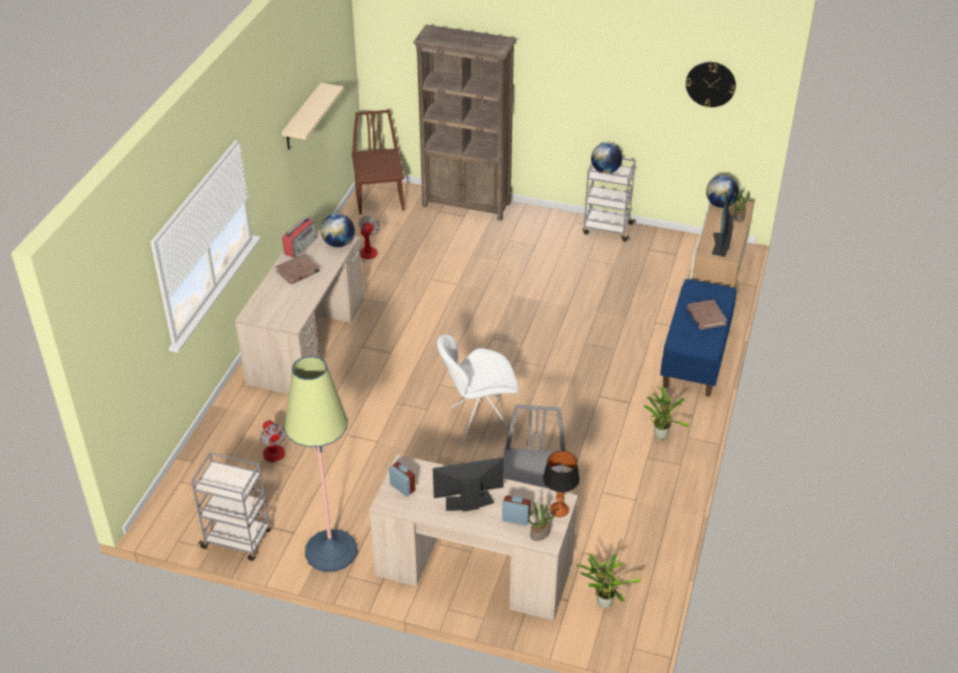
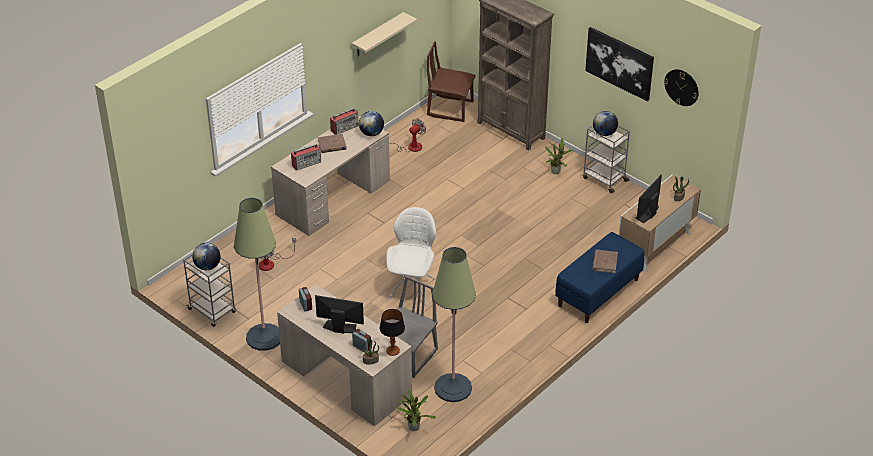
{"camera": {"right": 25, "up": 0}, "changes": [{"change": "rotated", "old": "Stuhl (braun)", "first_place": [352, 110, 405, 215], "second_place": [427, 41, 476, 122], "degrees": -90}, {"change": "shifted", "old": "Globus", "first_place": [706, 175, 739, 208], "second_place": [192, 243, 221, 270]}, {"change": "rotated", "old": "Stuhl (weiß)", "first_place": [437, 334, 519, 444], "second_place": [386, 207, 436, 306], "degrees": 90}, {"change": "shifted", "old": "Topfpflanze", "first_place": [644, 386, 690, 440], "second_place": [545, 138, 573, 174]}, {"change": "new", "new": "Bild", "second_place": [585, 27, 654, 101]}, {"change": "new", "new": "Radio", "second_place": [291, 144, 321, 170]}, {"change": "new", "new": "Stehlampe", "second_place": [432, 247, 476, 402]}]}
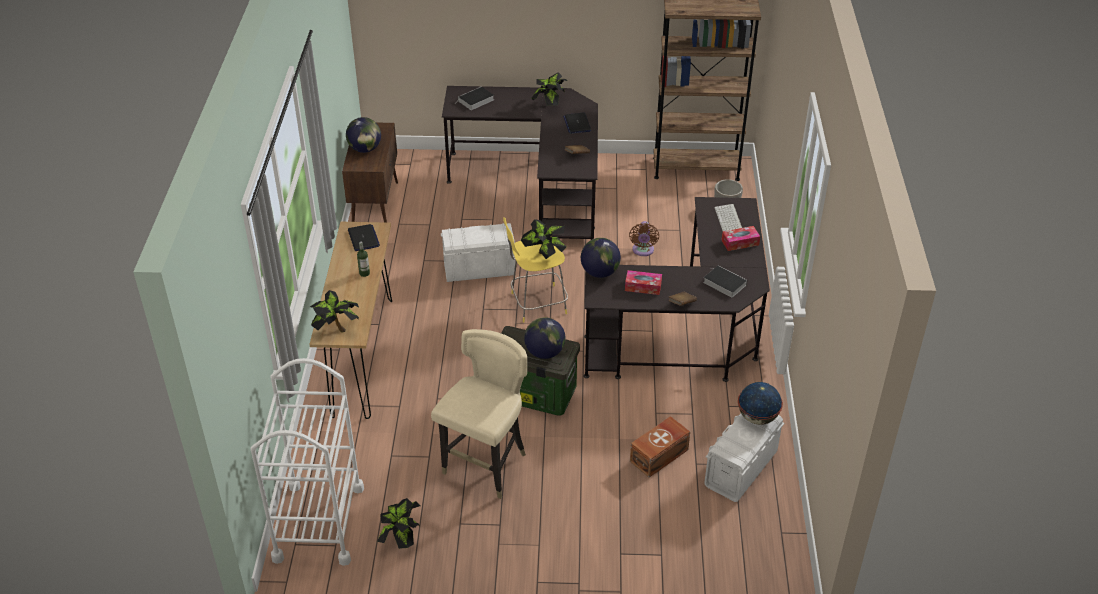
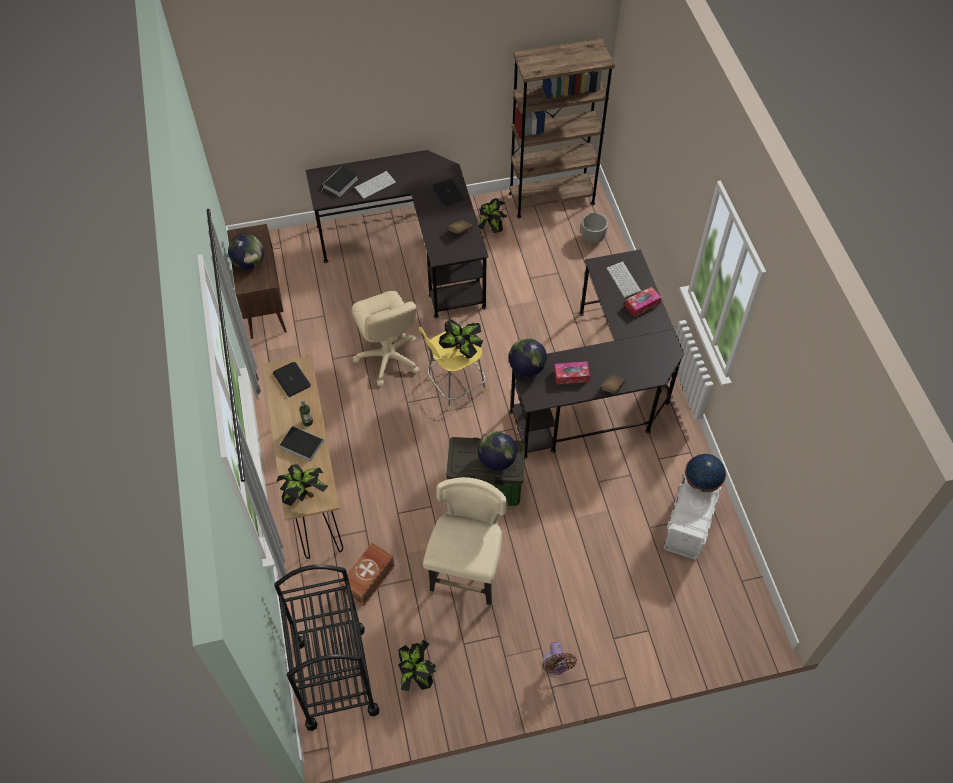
{"camera": {"right": -15, "up": 15}, "changes": [{"change": "shifted", "old": "Topfpflanze", "first_place": [531, 72, 567, 106], "second_place": [479, 198, 507, 233]}, {"change": "shifted", "old": "Ventilator (braun)", "first_place": [629, 221, 659, 256], "second_place": [542, 641, 577, 675]}, {"change": "swapped", "old": "Aufbewahrungsbox (weiß)", "new": "Bürostuhl (beige)", "first_place": [441, 223, 515, 282], "second_place": [351, 291, 420, 386]}, {"change": "shifted", "old": "Buch", "first_place": [703, 265, 747, 298], "second_place": [280, 426, 324, 462]}, {"change": "repainted", "old": "Rollwagen (weiß)", "new": "Rollwagen (schwarz)", "first_place": [251, 358, 364, 566], "second_place": [274, 565, 379, 731]}, {"change": "shifted", "old": "Aufbewahrungsbox (braun)", "first_place": [630, 416, 690, 477], "second_place": [340, 543, 395, 606]}, {"change": "new", "new": "Tastatur", "second_place": [354, 171, 396, 199]}]}
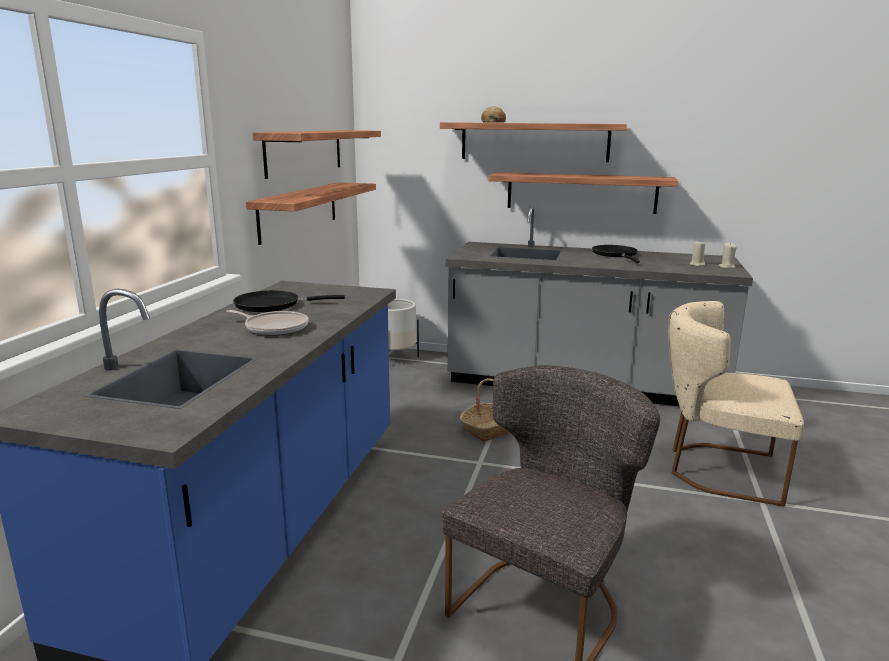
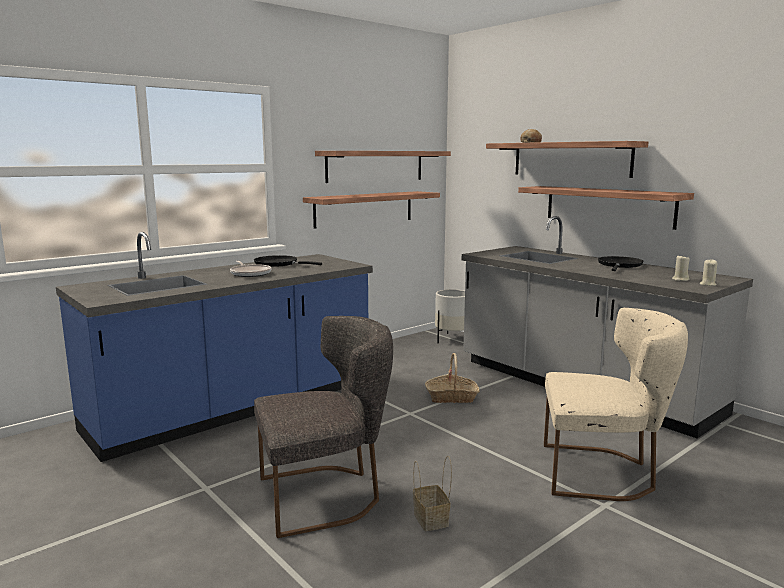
{"camera": {"right": 35, "up": -5}, "changes": [{"change": "rotated", "old": "Stuhl (beige)", "first_place": [668, 301, 804, 507], "second_place": [544, 308, 688, 501], "degrees": 135}, {"change": "new", "new": "Korb", "second_place": [413, 455, 452, 531]}]}
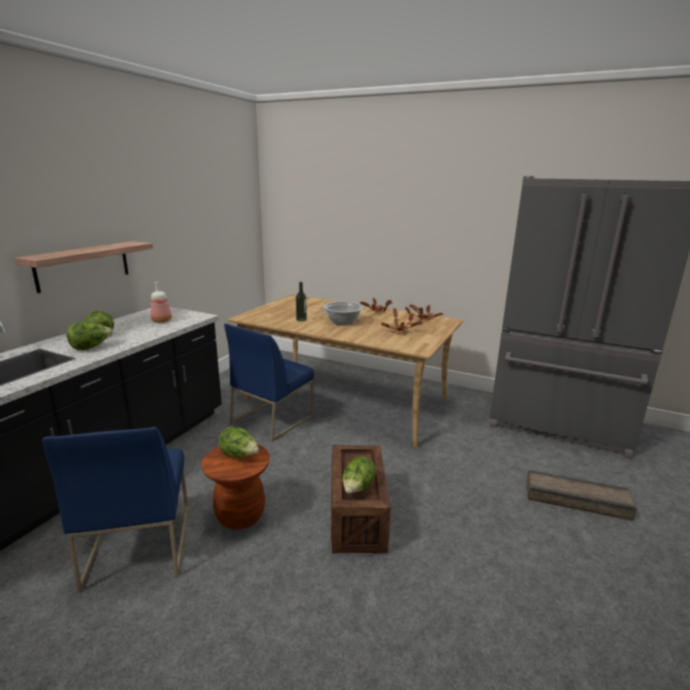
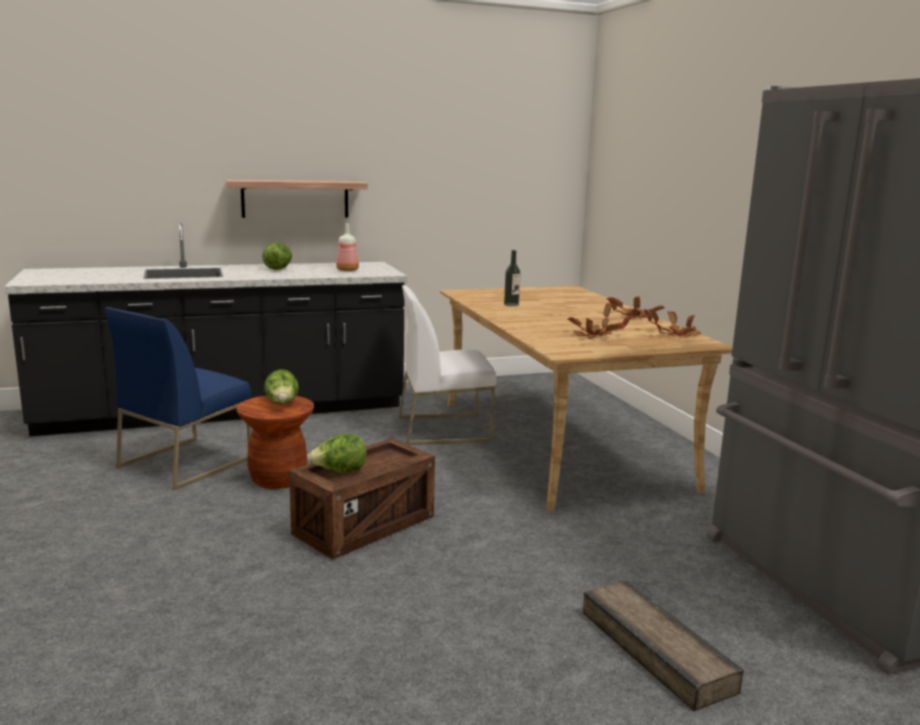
{"camera": {"right": 45, "up": -5}, "changes": [{"change": "gone", "old": "Kochtopf", "first_place": [320, 301, 366, 325]}, {"change": "gone", "old": "Salatkopf", "first_place": [66, 322, 113, 350]}, {"change": "repainted", "old": "Stuhl (blau)", "new": "Stuhl (weiß)", "first_place": [224, 324, 314, 442], "second_place": [399, 285, 496, 445]}]}
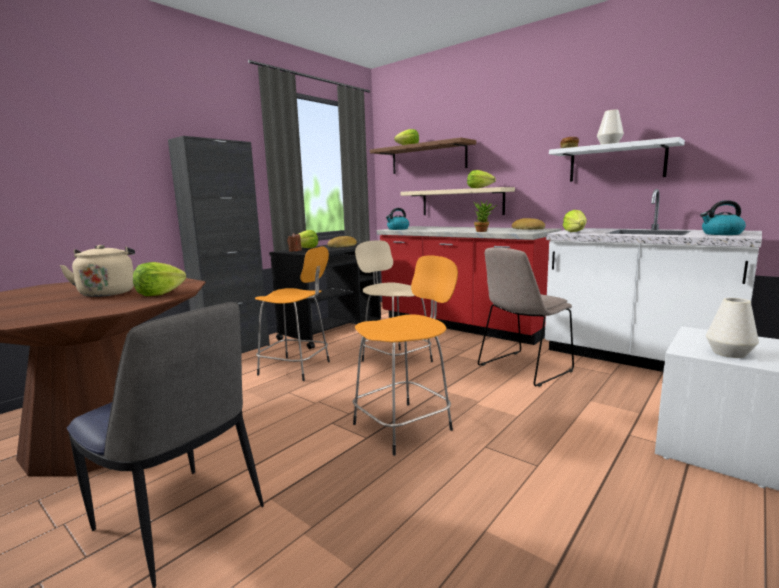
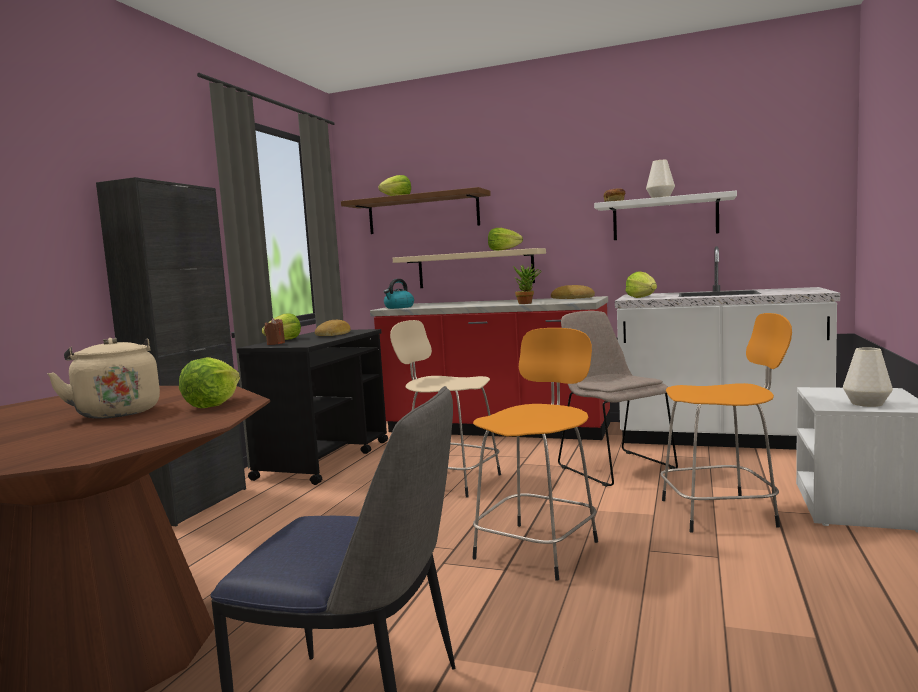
{"camera": {"right": -20, "up": -5}, "changes": [{"change": "gone", "old": "Wasserkessel", "first_place": [700, 200, 746, 235]}, {"change": "shifted", "old": "Hocker (orange)", "first_place": [255, 246, 330, 381], "second_place": [660, 313, 792, 533]}, {"change": "rotated", "old": "Stuhl (beige)", "first_place": [478, 247, 574, 387], "second_place": [558, 311, 678, 487], "degrees": 120}]}
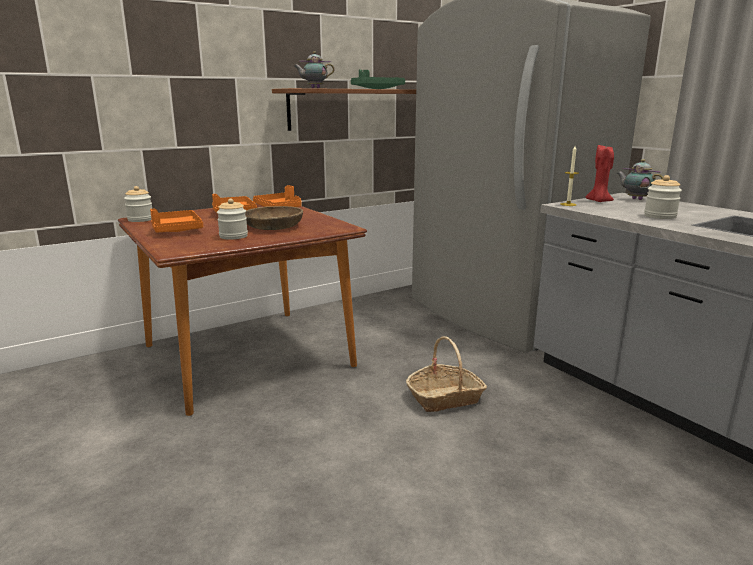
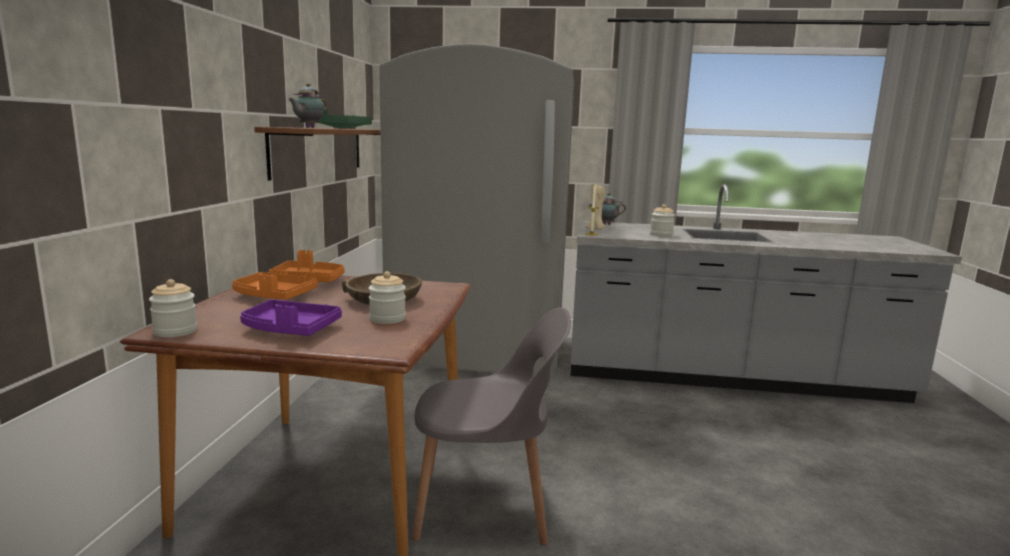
{"camera": {"right": -50, "up": -5}, "changes": [{"change": "repainted", "old": "Kerze (rot)", "new": "Kerze (beige)", "first_place": [586, 145, 614, 202], "second_place": [585, 184, 606, 230]}, {"change": "repainted", "old": "Tablett (orange)", "new": "Tablett (lila)", "first_place": [150, 209, 203, 233], "second_place": [240, 300, 342, 336]}, {"change": "gone", "old": "Korb", "first_place": [406, 336, 487, 412]}, {"change": "new", "new": "Stuhl (grau)", "second_place": [412, 307, 571, 545]}]}
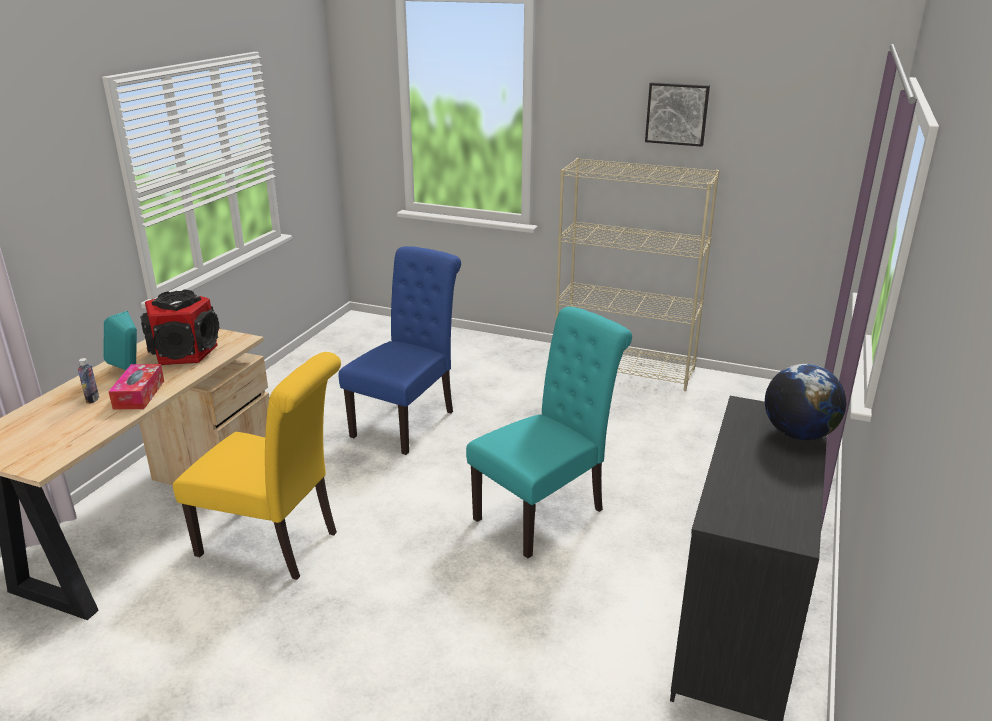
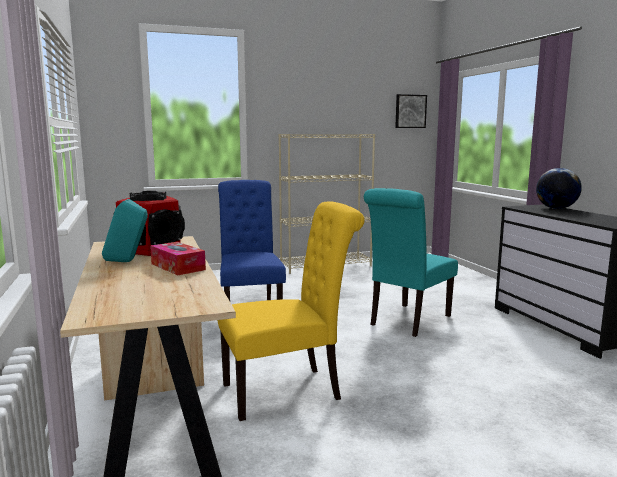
{"camera": {"right": -40, "up": -15}, "changes": [{"change": "shifted", "old": "Bild", "first_place": [645, 82, 710, 147], "second_place": [395, 94, 427, 128]}, {"change": "rotated", "old": "Stuhl (türkis)", "first_place": [466, 306, 632, 558], "second_place": [364, 188, 458, 337], "degrees": -150}, {"change": "gone", "old": "Flasche", "first_place": [78, 358, 99, 404]}]}
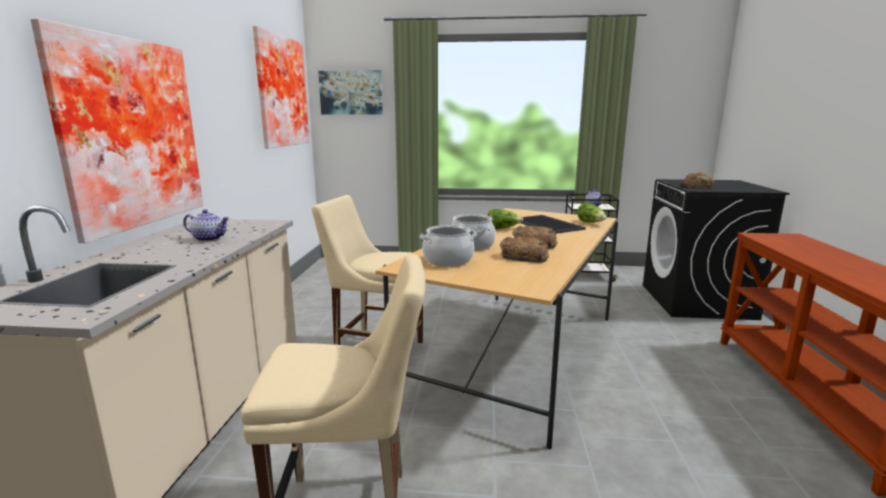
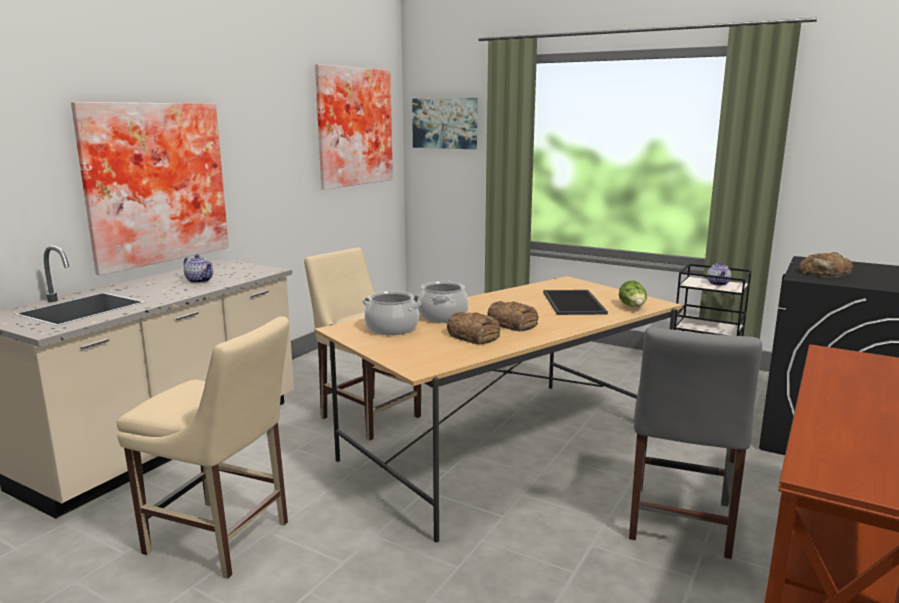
{"camera": {"right": 25, "up": 0}, "changes": [{"change": "gone", "old": "Salatkopf", "first_place": [488, 209, 523, 229]}, {"change": "new", "new": "Stuhl (grau)", "second_place": [629, 327, 762, 559]}]}
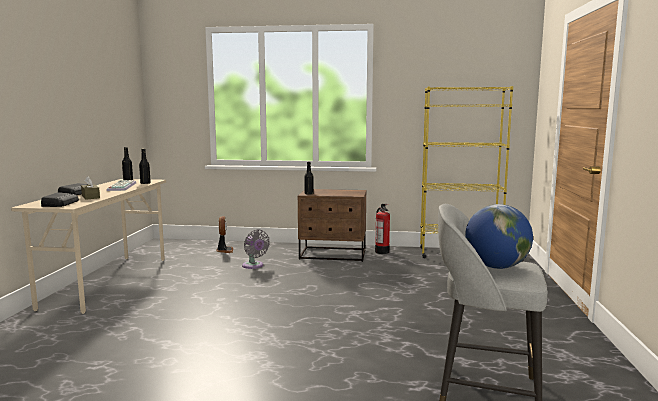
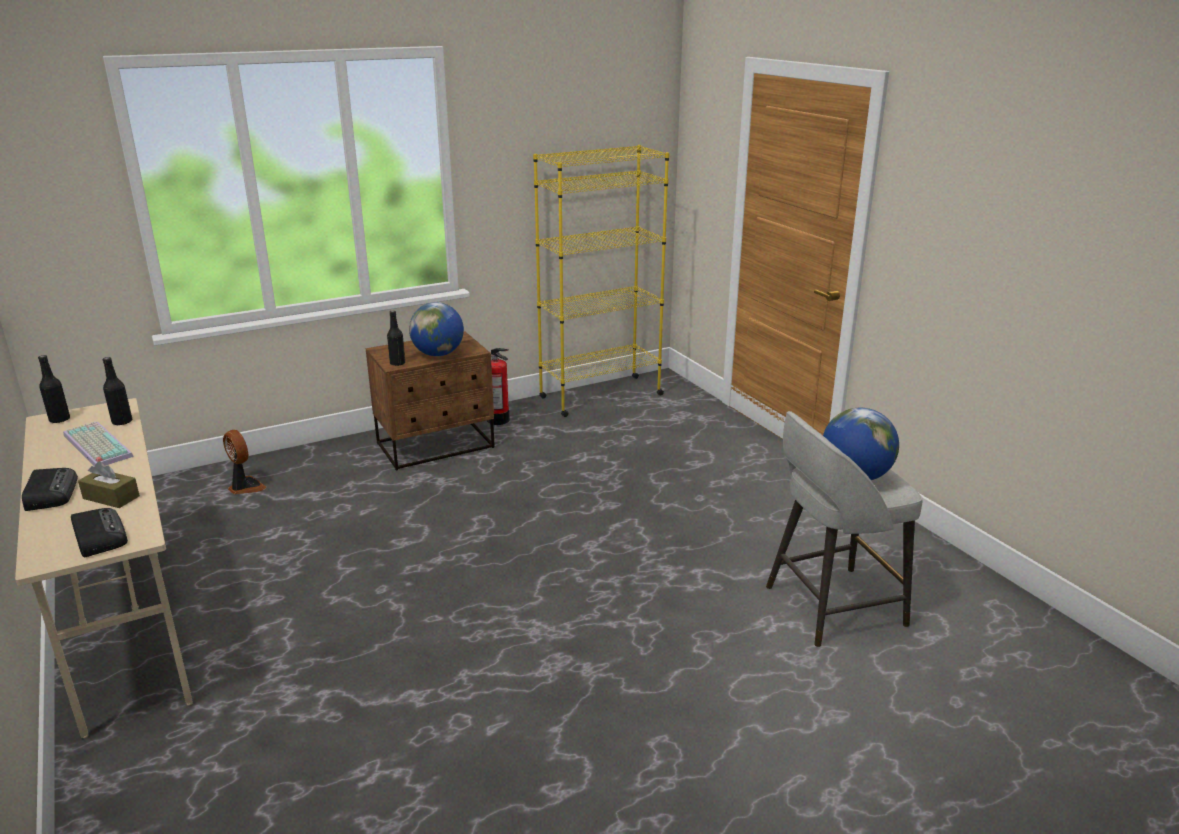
{"camera": {"right": -35, "up": 15}, "changes": [{"change": "gone", "old": "Ventilator (grau)", "first_place": [242, 229, 270, 269]}, {"change": "new", "new": "Globus", "second_place": [409, 302, 464, 356]}]}
